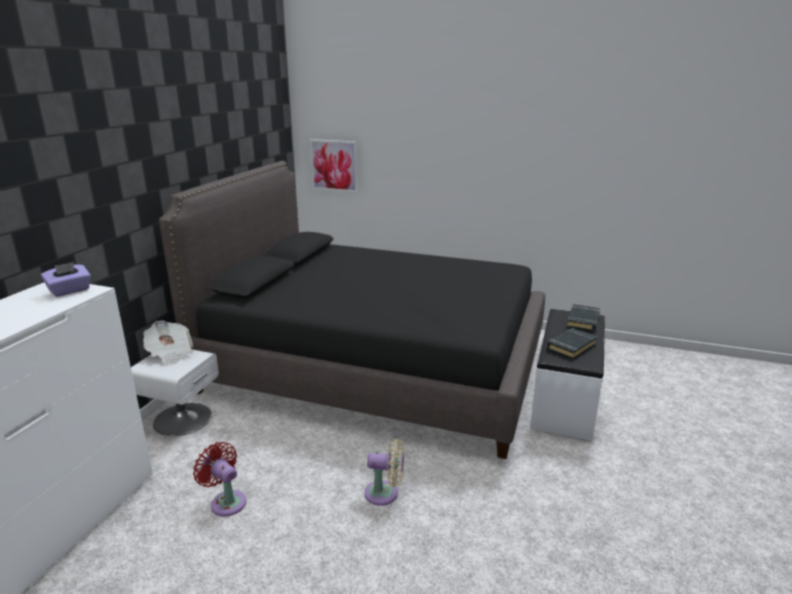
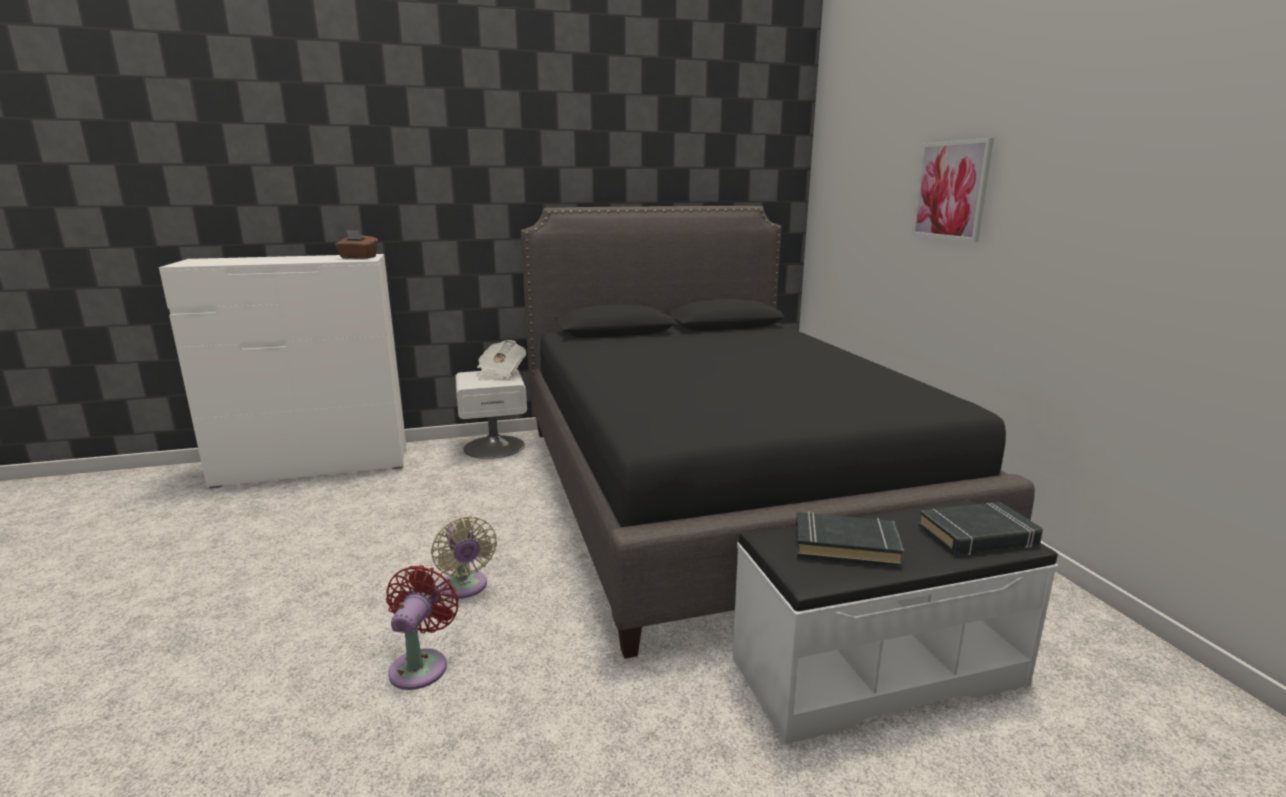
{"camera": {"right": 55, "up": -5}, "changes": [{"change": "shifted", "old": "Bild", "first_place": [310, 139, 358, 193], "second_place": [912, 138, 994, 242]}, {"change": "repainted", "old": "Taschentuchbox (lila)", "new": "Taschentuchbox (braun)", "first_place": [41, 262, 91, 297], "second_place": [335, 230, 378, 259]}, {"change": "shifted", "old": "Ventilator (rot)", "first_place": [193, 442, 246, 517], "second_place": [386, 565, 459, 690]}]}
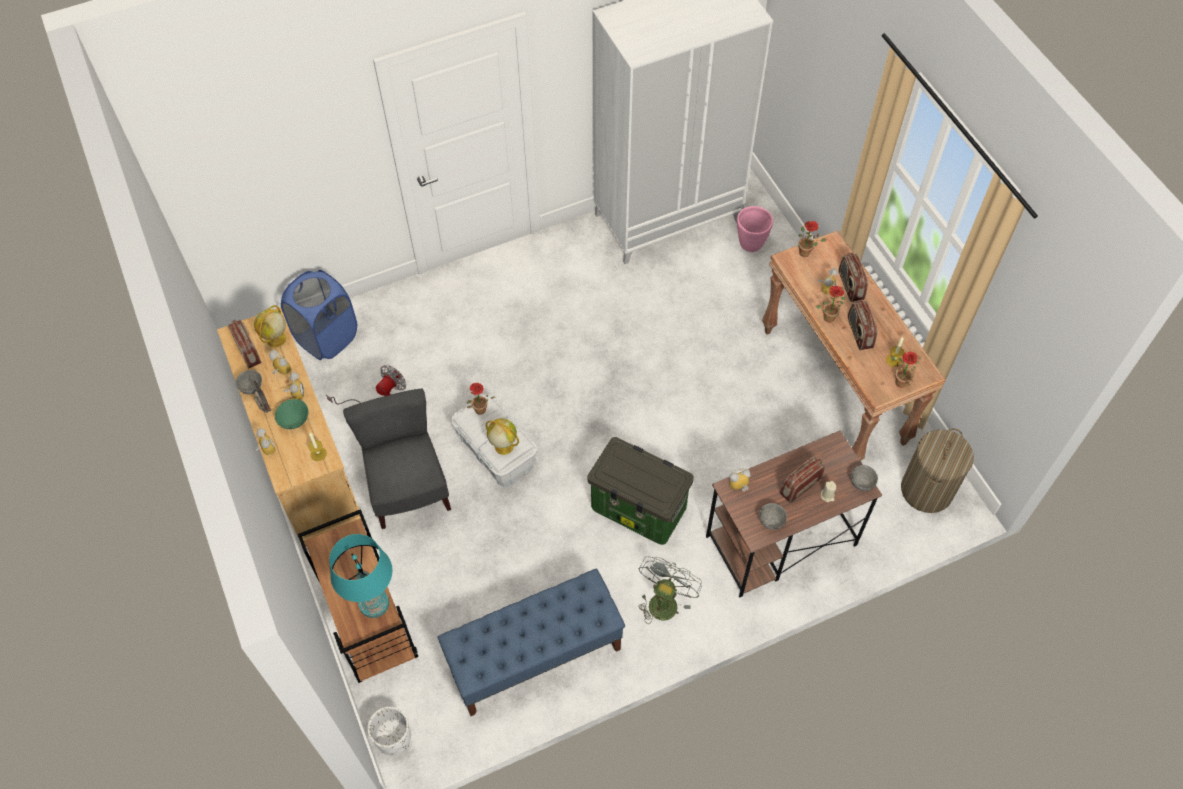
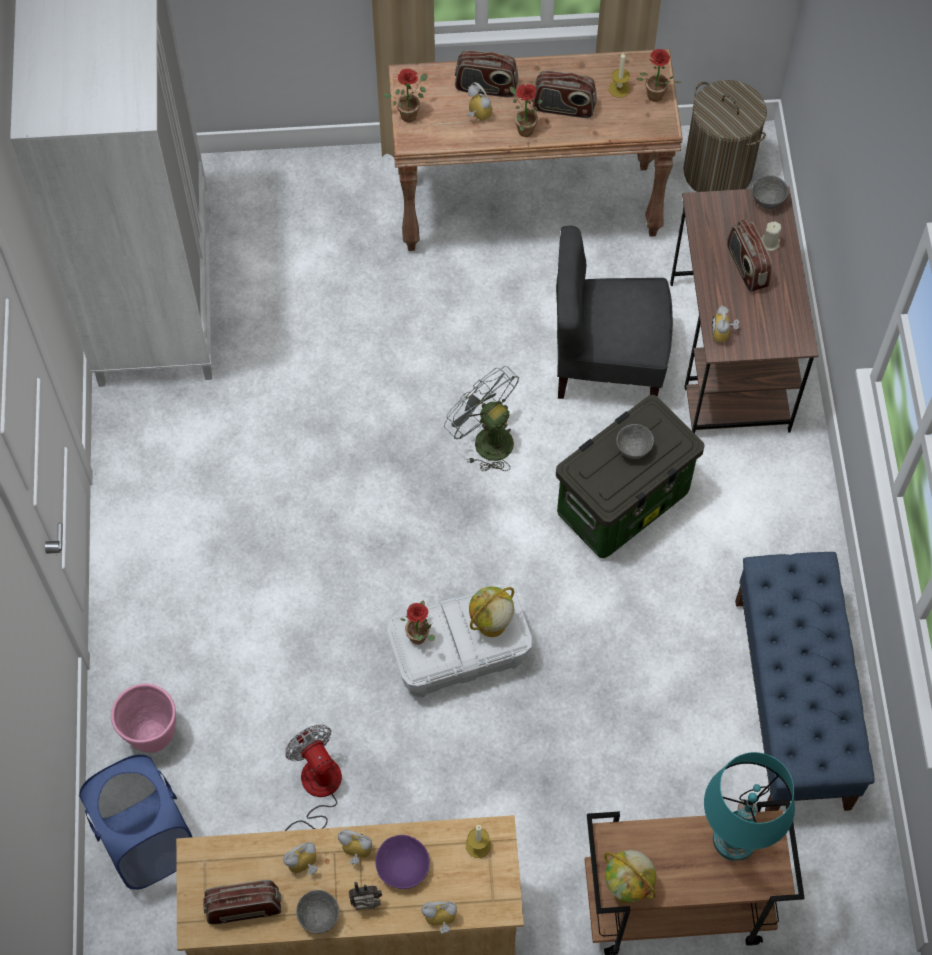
{"camera": {"right": -70, "up": 5}, "changes": [{"change": "shifted", "old": "Pflanzkübel (rosa)", "first_place": [737, 206, 773, 252], "second_place": [111, 683, 176, 753]}, {"change": "shifted", "old": "Globus", "first_place": [254, 305, 286, 347], "second_place": [604, 850, 656, 903]}, {"change": "shifted", "old": "Stuhl (grau)", "first_place": [343, 389, 451, 529], "second_place": [557, 226, 673, 399]}, {"change": "repainted", "old": "Schüssel (grün)", "new": "Schüssel (lila)", "first_place": [275, 399, 309, 429], "second_place": [375, 835, 430, 889]}, {"change": "shifted", "old": "Schüssel (grau)", "first_place": [759, 503, 787, 529], "second_place": [616, 424, 654, 459]}, {"change": "shifted", "old": "Ventilator (grau)", "first_place": [639, 556, 702, 624], "second_place": [444, 366, 519, 471]}, {"change": "gone", "old": "Pflanzkübel (weiß)", "first_place": [368, 707, 411, 755]}]}
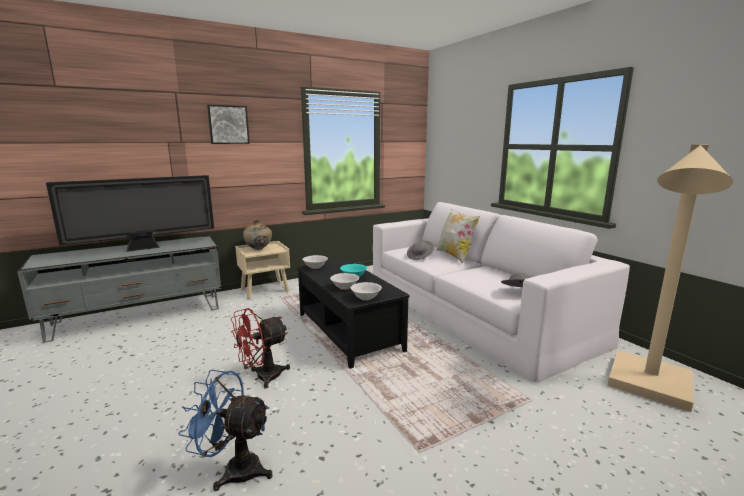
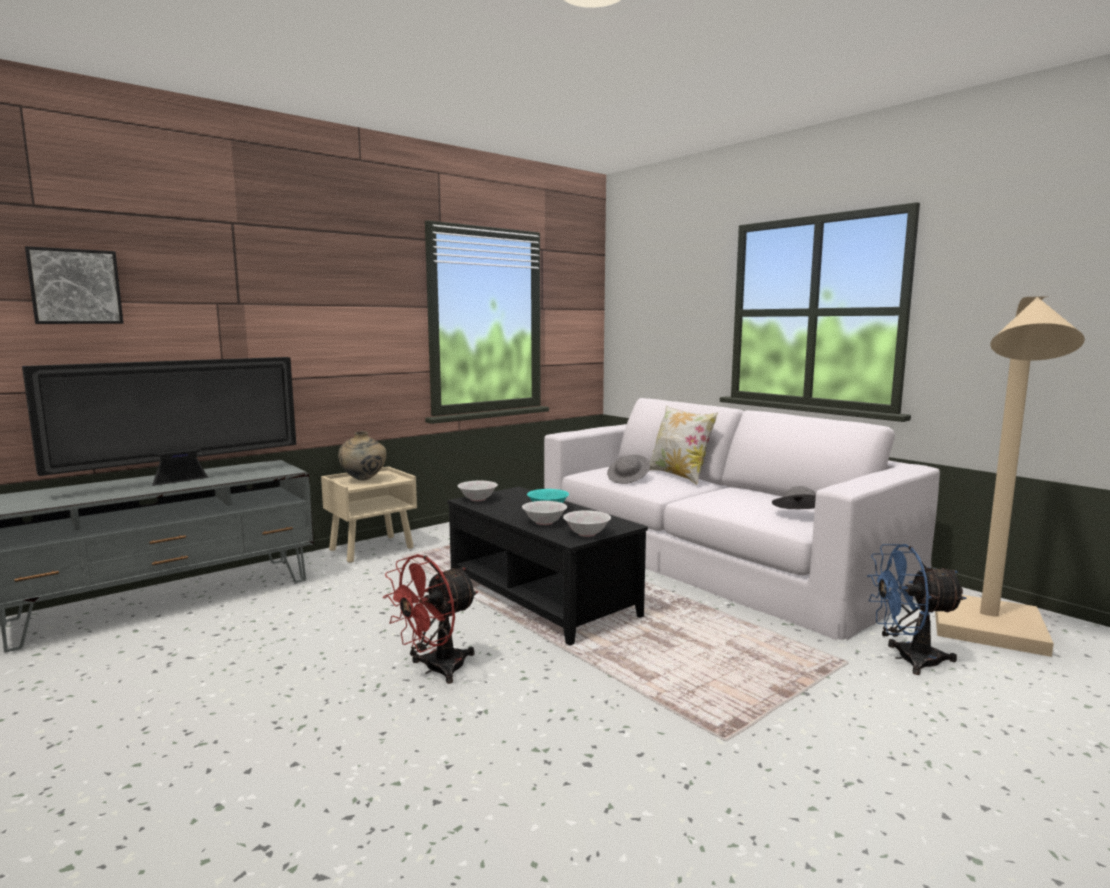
{"camera": {"right": -10, "up": -5}, "changes": [{"change": "shifted", "old": "Bild", "first_place": [207, 105, 250, 144], "second_place": [25, 246, 124, 324]}, {"change": "shifted", "old": "Ventilator (blau)", "first_place": [178, 370, 273, 491], "second_place": [867, 544, 966, 675]}]}
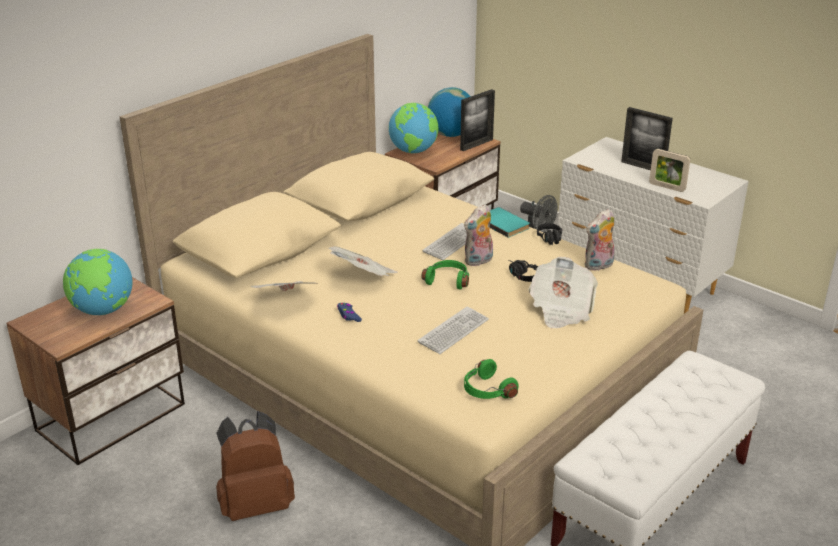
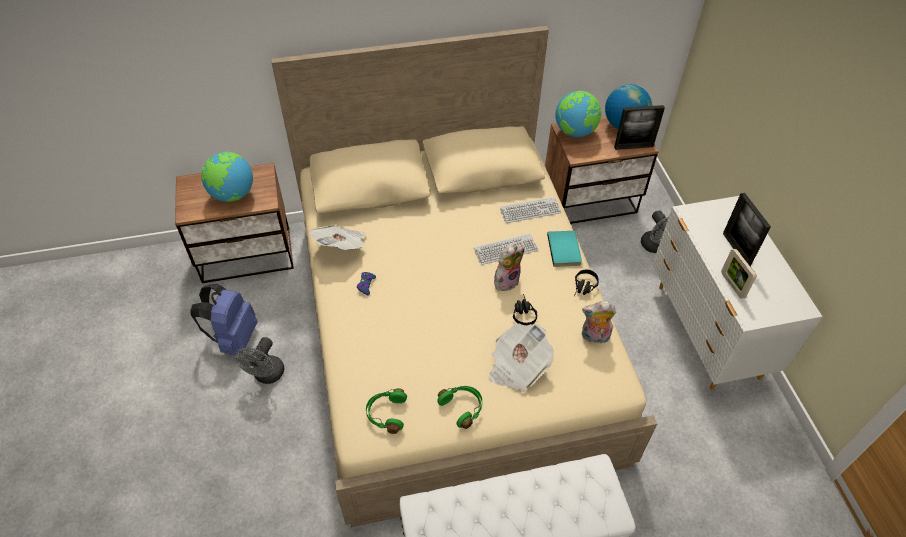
{"camera": {"right": 35, "up": 20}, "changes": [{"change": "rotated", "old": "Plüschtier", "first_place": [464, 204, 493, 266], "second_place": [494, 244, 525, 291], "degrees": 150}, {"change": "gone", "old": "Zeitung", "first_place": [329, 246, 398, 276]}, {"change": "shifted", "old": "Kopfhörer (grün)", "first_place": [421, 260, 469, 290], "second_place": [437, 386, 482, 429]}, {"change": "shifted", "old": "Tastatur", "first_place": [417, 306, 489, 354], "second_place": [500, 197, 561, 223]}, {"change": "swapped", "old": "Rucksack (braun)", "new": "Ventilator (grau)", "first_place": [216, 411, 295, 521], "second_place": [235, 337, 284, 384]}, {"change": "new", "new": "Rucksack (blau)", "second_place": [190, 284, 258, 355]}]}
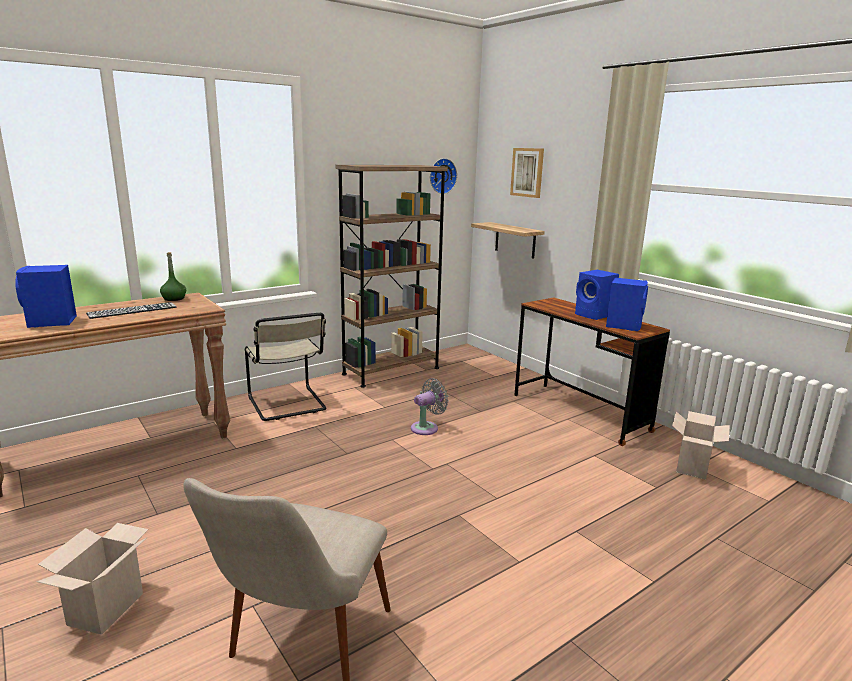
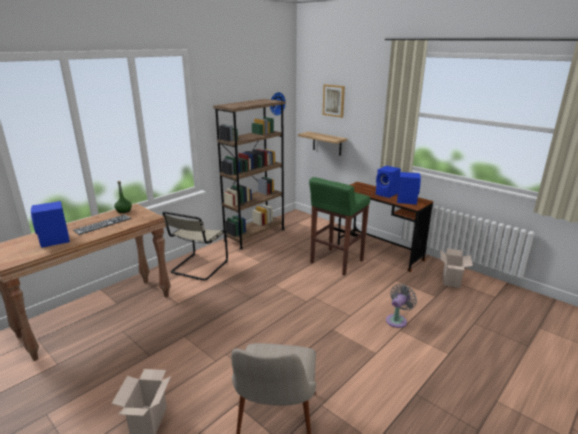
{"camera": {"right": -10, "up": 5}, "changes": [{"change": "rotated", "old": "Stuhl (beige)", "first_place": [245, 313, 326, 421], "second_place": [162, 211, 228, 281], "degrees": 60}, {"change": "shifted", "old": "Ventilator (grau)", "first_place": [411, 378, 449, 435], "second_place": [386, 284, 417, 328]}, {"change": "new", "new": "Hocker (grün)", "second_place": [309, 177, 370, 276]}]}
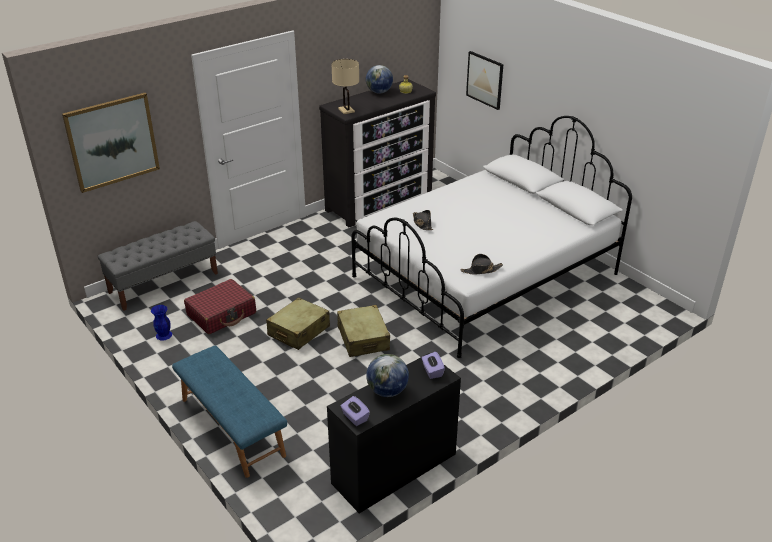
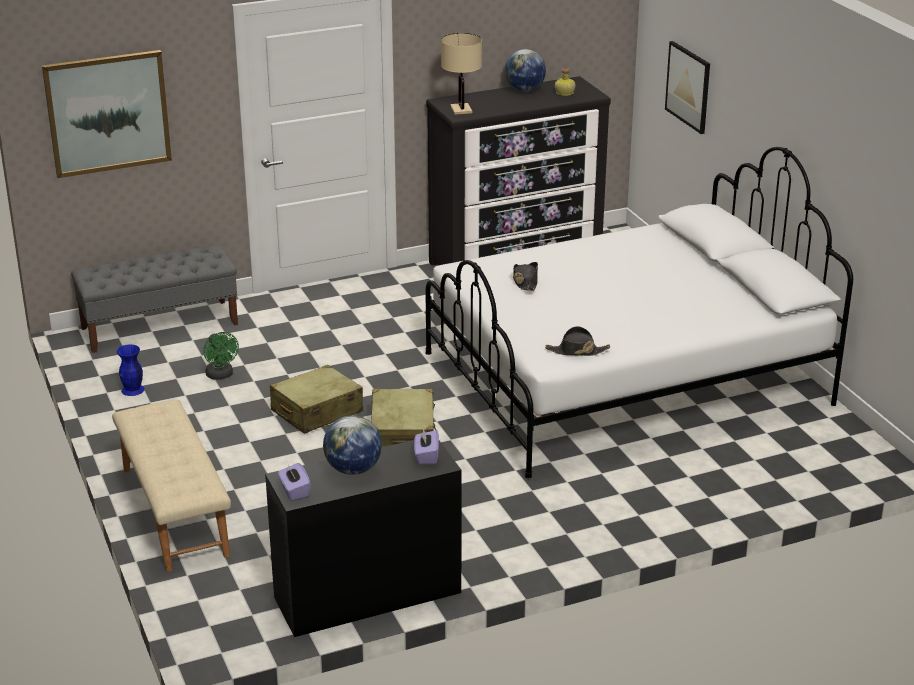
{"camera": {"right": 15, "up": -5}, "changes": [{"change": "swapped", "old": "Koffer (rot)", "new": "Ventilator (grün)", "first_place": [184, 279, 256, 334], "second_place": [203, 332, 239, 380]}, {"change": "repainted", "old": "Bank (blau)", "new": "Bank (beige)", "first_place": [172, 345, 287, 478], "second_place": [112, 400, 231, 572]}]}
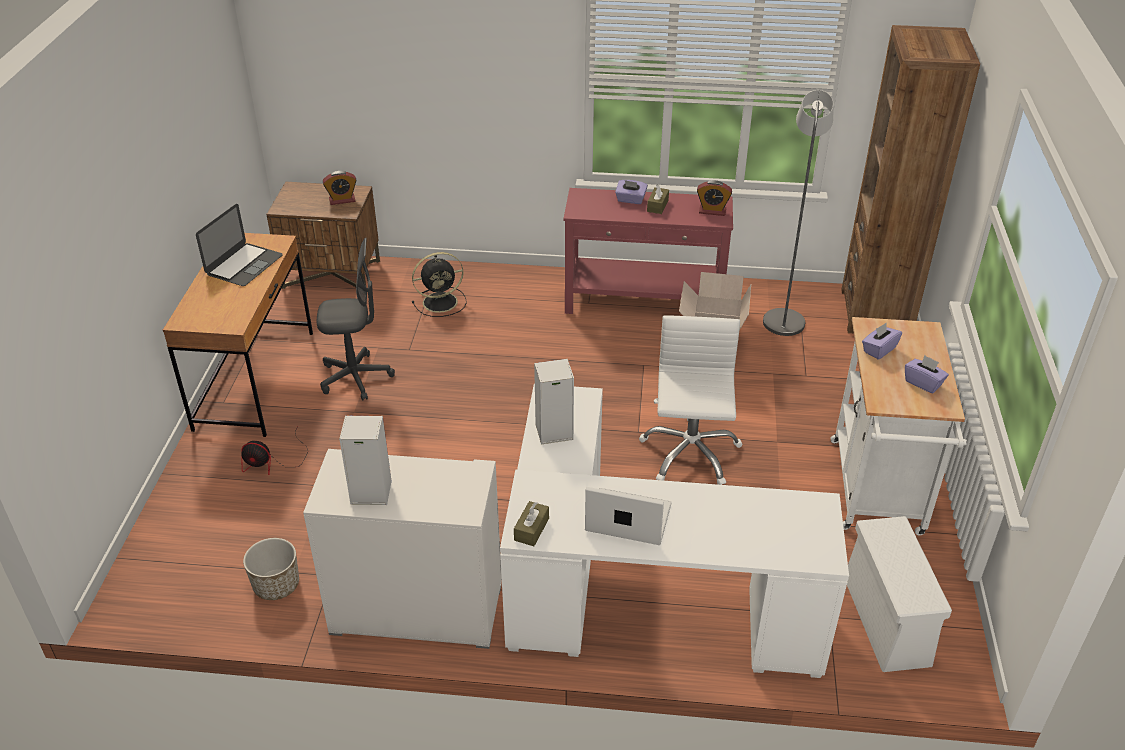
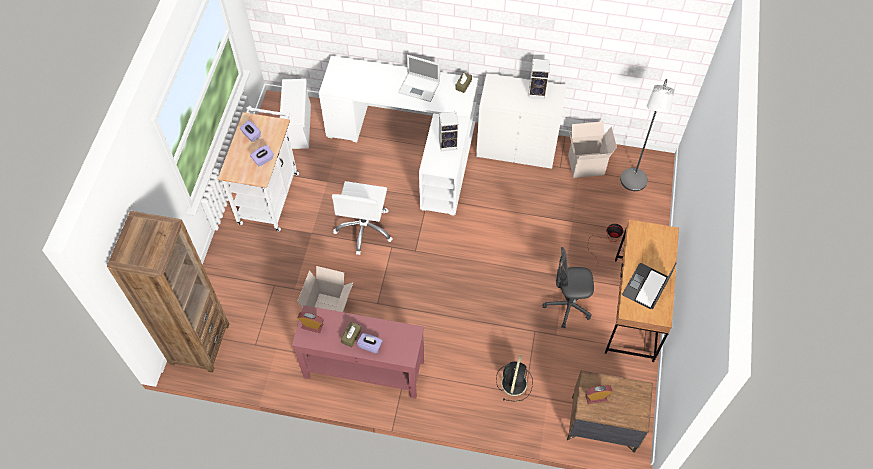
{"camera": {"right": -175, "up": 20}, "changes": [{"change": "shifted", "old": "Stehlampe (grau)", "first_place": [763, 90, 834, 336], "second_place": [620, 79, 675, 191]}, {"change": "rotated", "old": "Ventilator (schwarz)", "first_place": [412, 252, 467, 317], "second_place": [496, 355, 533, 401], "degrees": 120}, {"change": "swapped", "old": "Pflanzkübel", "new": "Karton", "first_place": [243, 538, 299, 600], "second_place": [568, 122, 617, 178]}]}
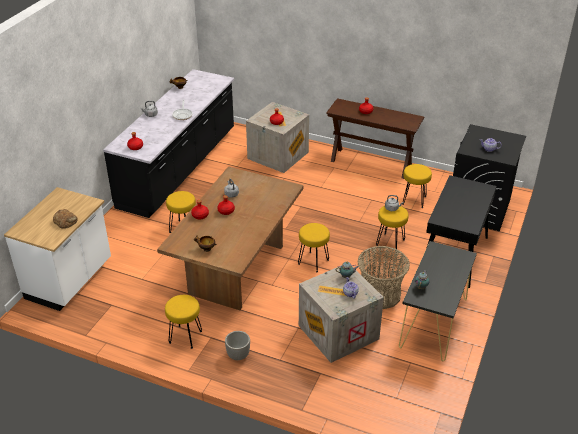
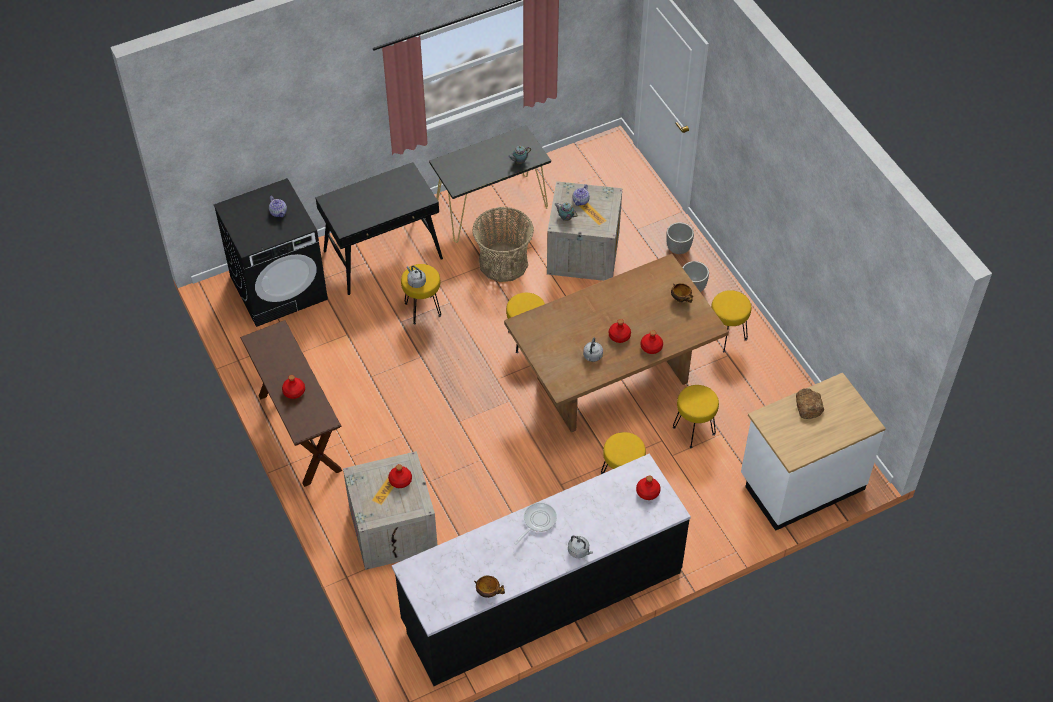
{"camera": {"right": -140, "up": 15}, "changes": [{"change": "shifted", "old": "Hocker (gelb)", "first_place": [402, 164, 432, 208], "second_place": [673, 385, 719, 448]}, {"change": "new", "new": "Pflanzkübel", "second_place": [666, 222, 694, 254]}]}
